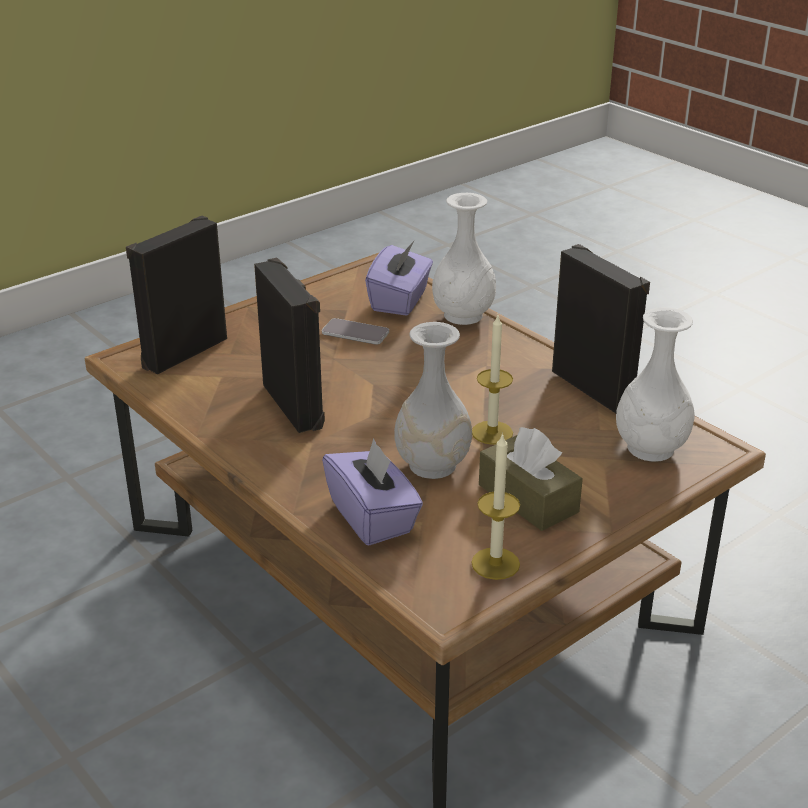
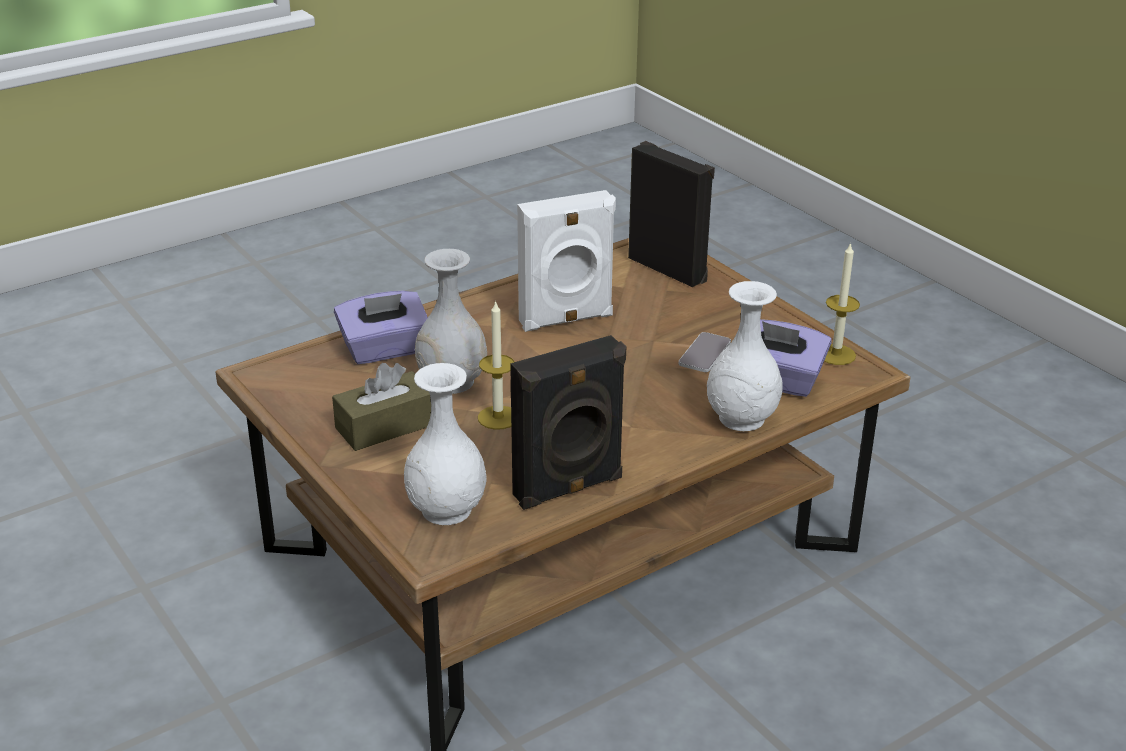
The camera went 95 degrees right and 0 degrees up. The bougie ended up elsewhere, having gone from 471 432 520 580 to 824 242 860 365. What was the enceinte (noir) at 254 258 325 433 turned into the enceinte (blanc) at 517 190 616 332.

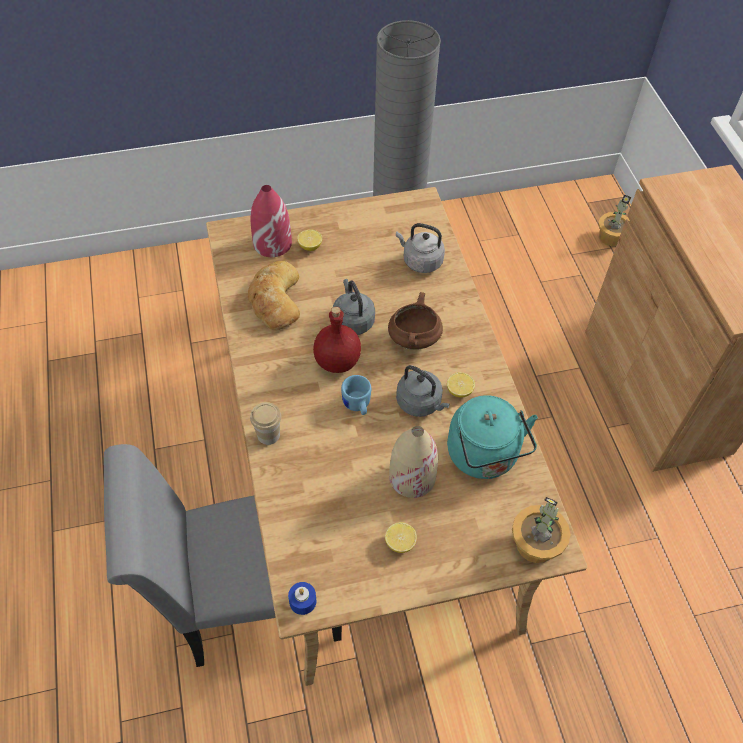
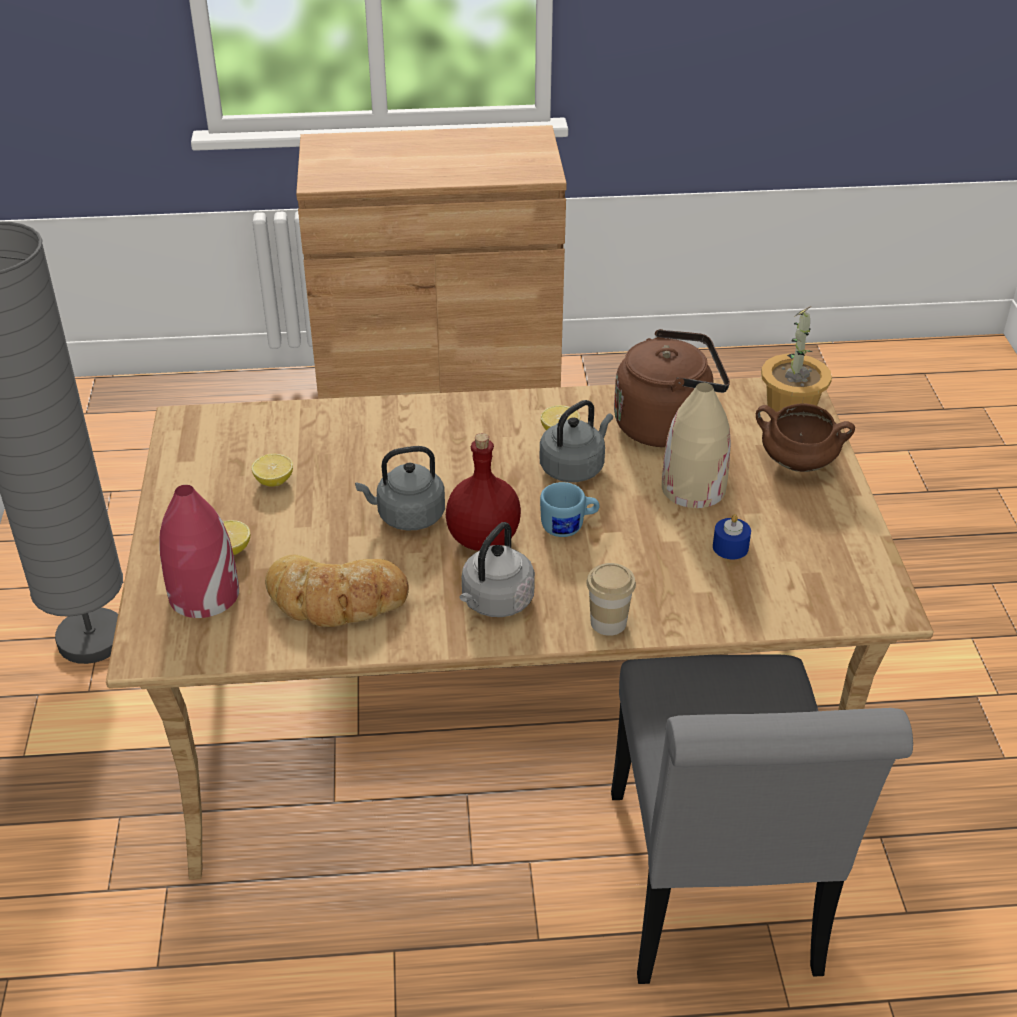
The camera went 80 degrees left and 15 degrees down. The second view lost the plante en pot at 598 194 631 246. The bougie (bleu) ended up elsewhere, having gone from 288 582 316 615 to 713 514 751 559. The citron ended up elsewhere, having gone from 385 522 417 553 to 252 454 293 487. The marmite (marron) ended up elsewhere, having gone from 388 292 443 350 to 756 404 855 472. The bouilloire (gris) ended up elsewhere, having gone from 396 223 445 273 to 459 522 535 617. What was the bouilloire (turquoise) at 447 395 538 479 turned into the bouilloire (marron) at 614 329 730 447.

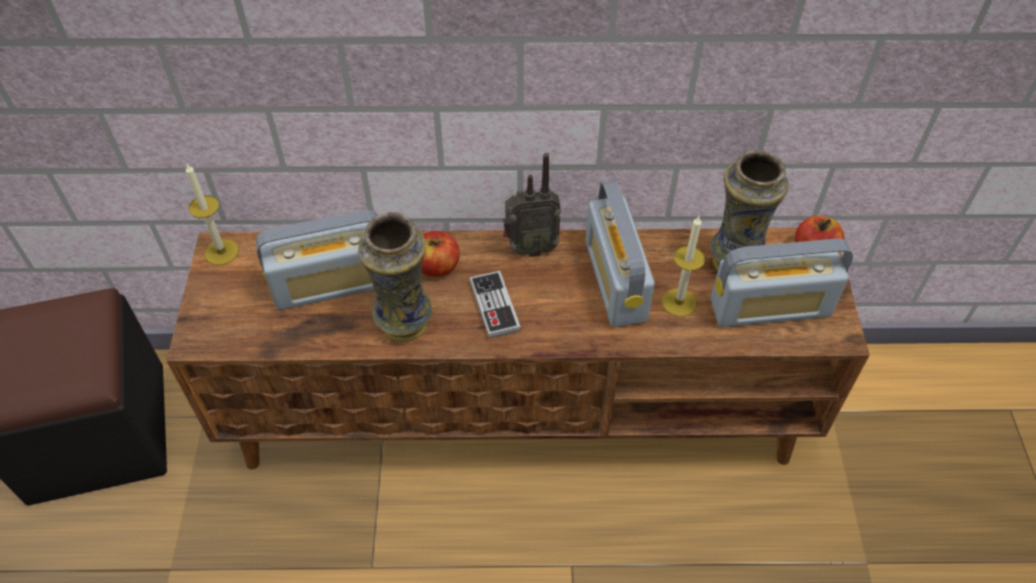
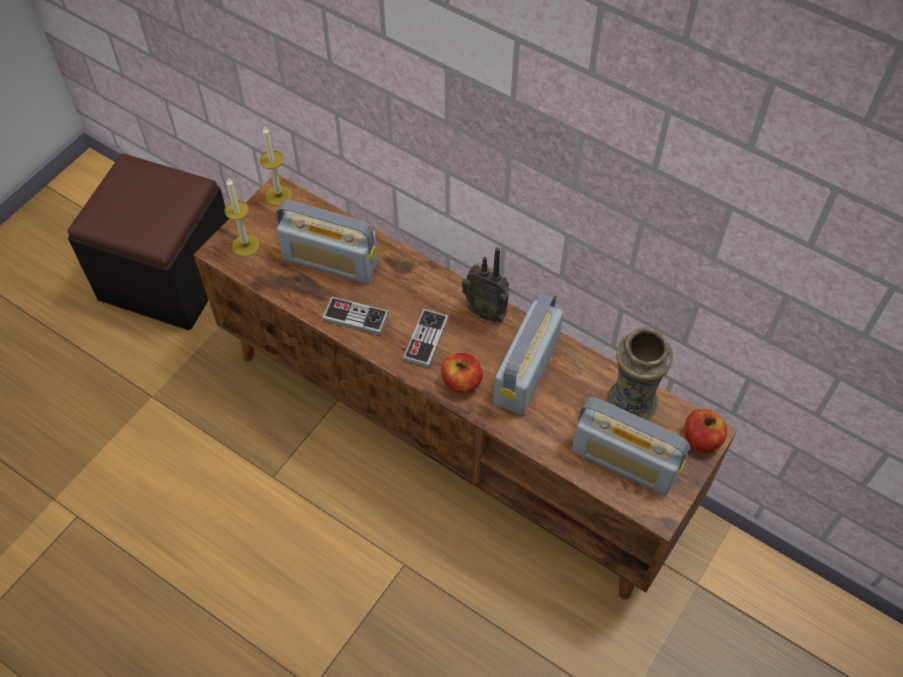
The camera went 35 degrees right and 5 degrees up. The pomme ended up elsewhere, having gone from 421 231 460 277 to 441 353 483 393. The bougie ended up elsewhere, having gone from 662 216 705 317 to 224 178 260 257. Where the vase stood at 358 212 432 342, the manette came to stand at 322 297 389 335.

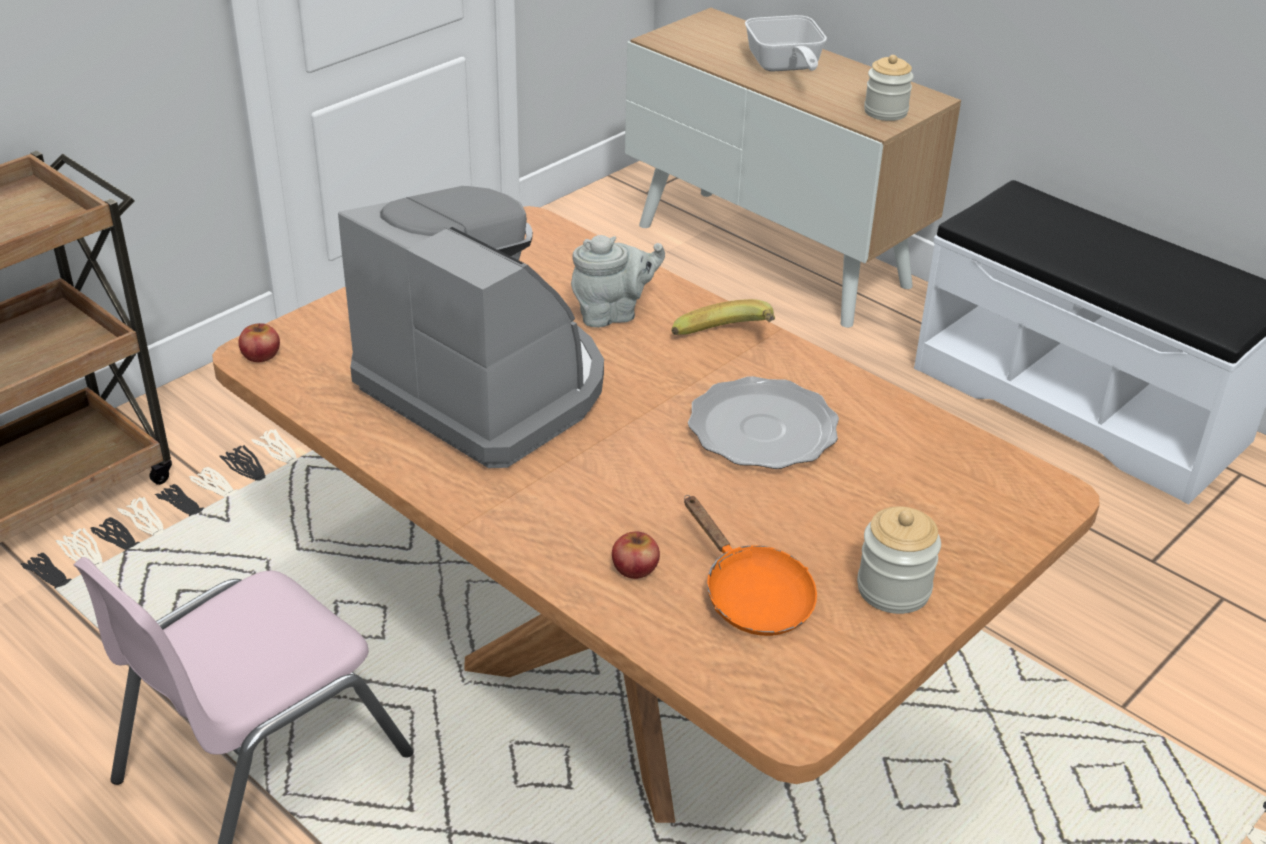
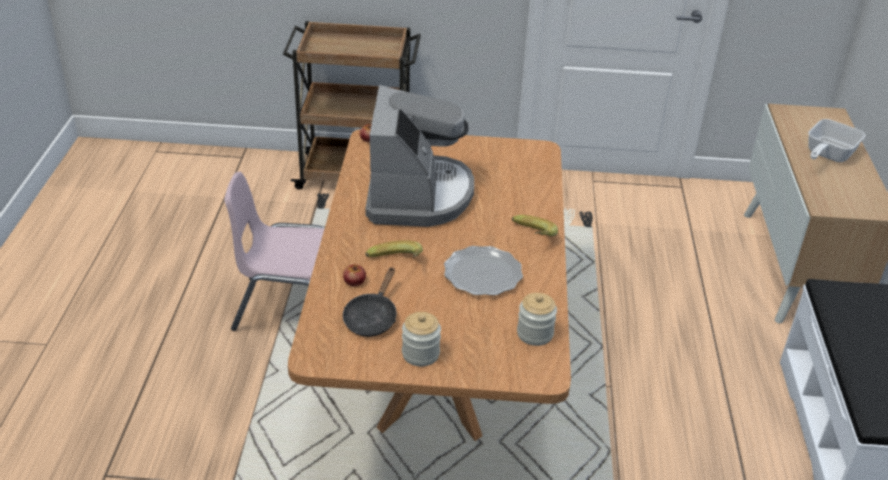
The camera went 50 degrees right and 0 degrees up. The second view lost the théière (gris) at 571 235 665 328. The second view gained the banane at 365 240 423 257. The bocal ended up elsewhere, having gone from 864 55 914 121 to 517 293 557 346. What was the poêle (orange) at 684 495 817 636 turned into the poêle (noir) at 343 267 397 337.

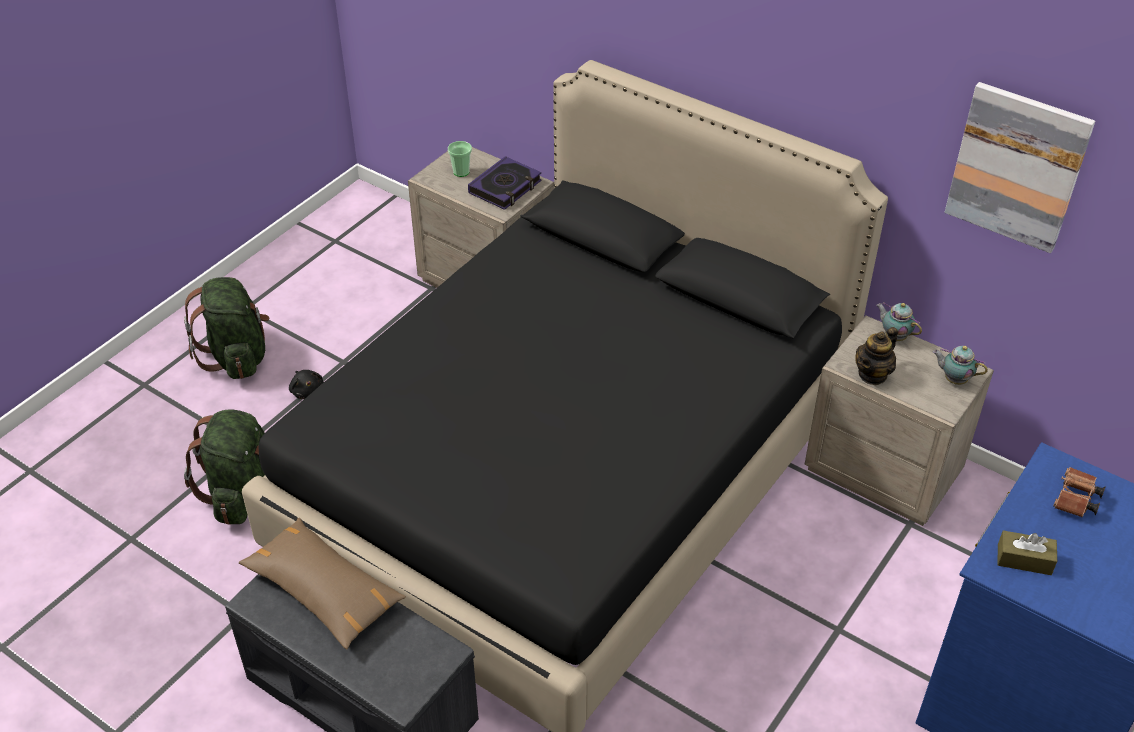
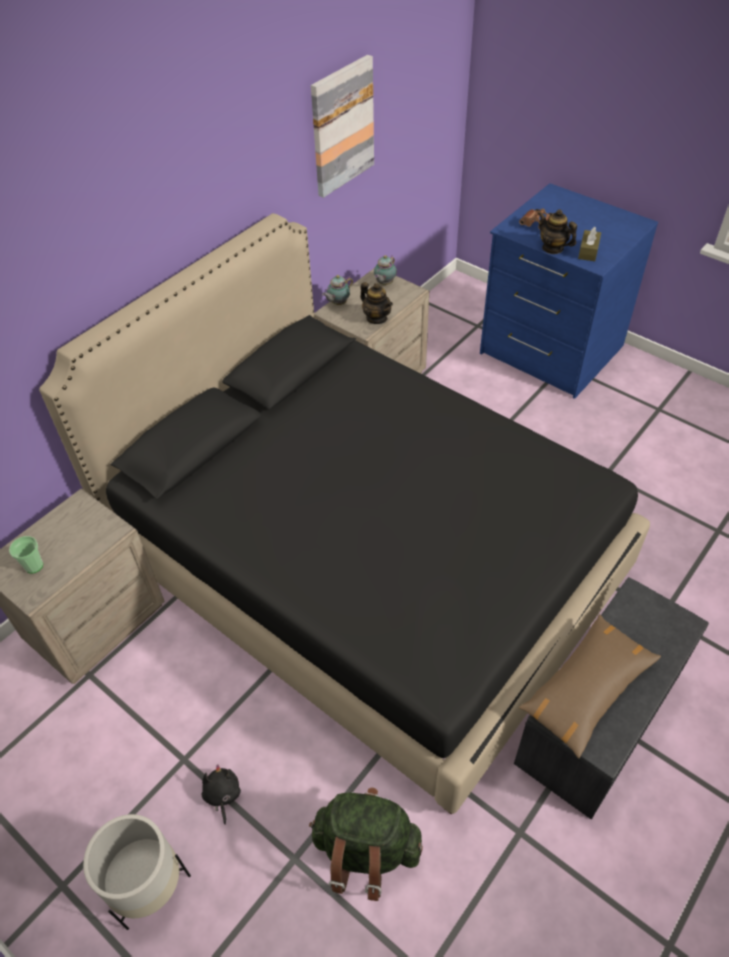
The camera went 85 degrees left and 5 degrees up. The second view lost the livre at 468 156 542 210. The second view gained the théière at 538 209 577 254. Where the sac à dos (vert) stood at 184 277 269 379, the cache-pot (blanc) came to stand at 83 814 191 930. The peluche (noir) at 289 370 323 399 ended up facing another way, 75 degrees counterclockwise from before.

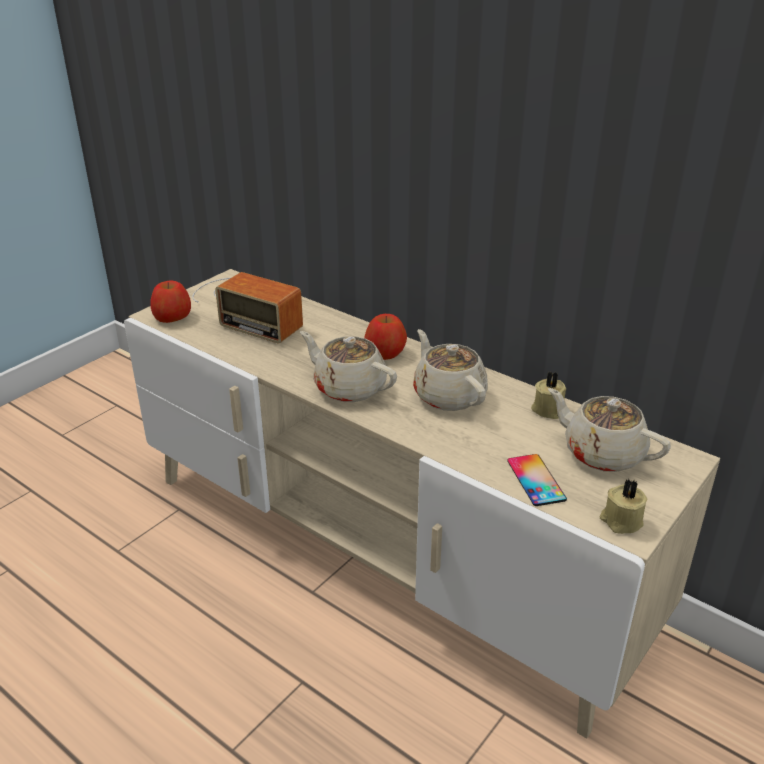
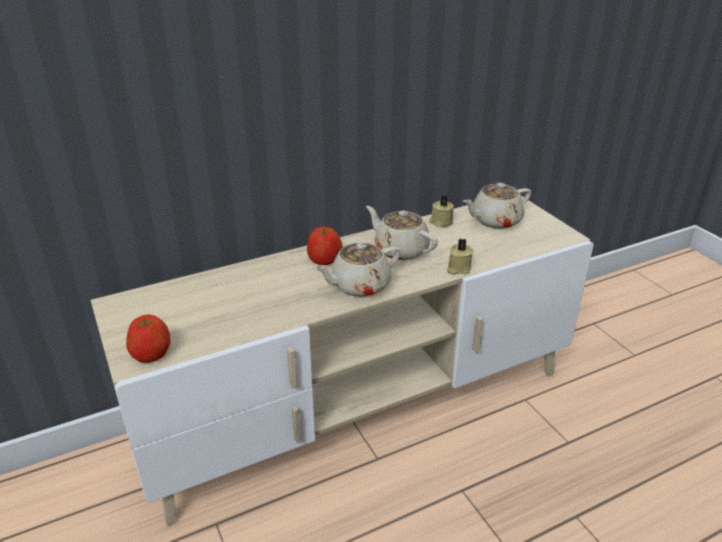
The camera went 65 degrees left and 0 degrees up. The second view lost the radio at 192 272 303 344. The second view lost the téléphone at 507 454 567 506. The bougie (beige) ended up elsewhere, having gone from 600 479 648 534 to 447 239 474 274. The théière (beige) at 413 329 488 411 ended up facing another way, 45 degrees clockwise from before.

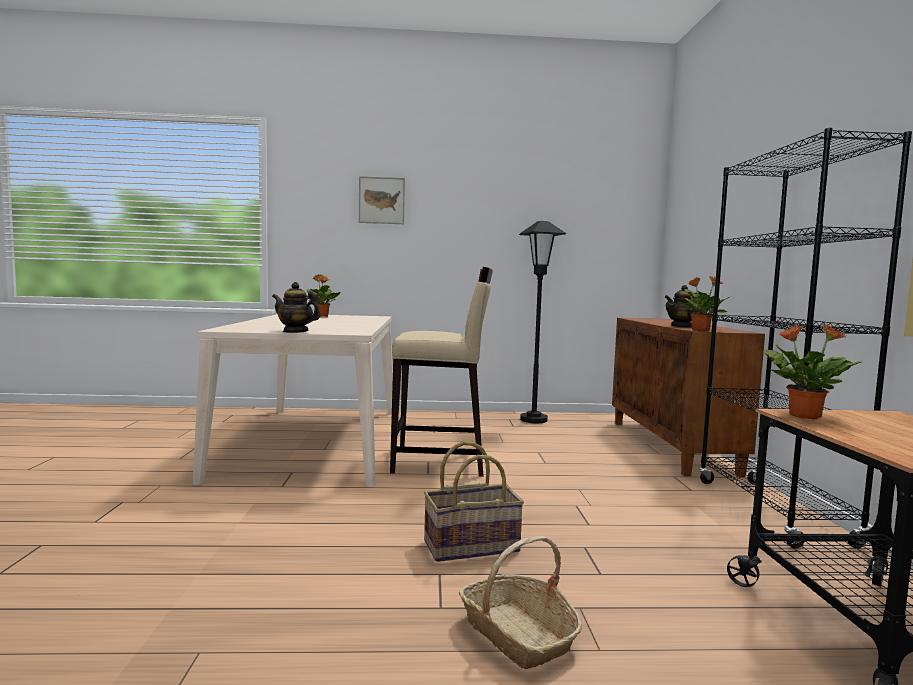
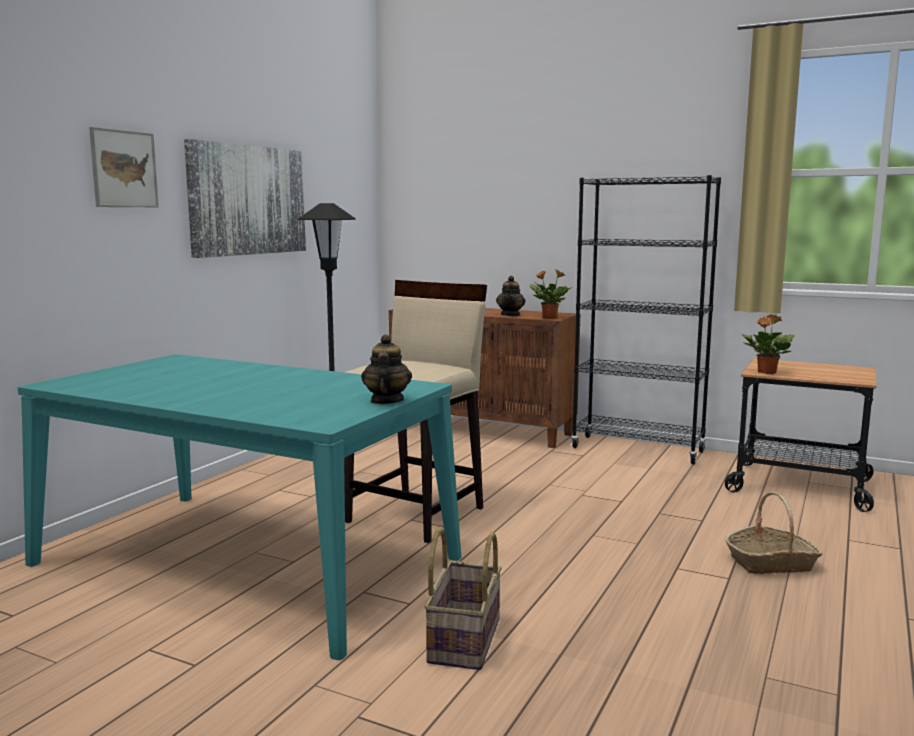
The camera went 60 degrees left and 5 degrees up. The second view lost the plante en pot at 307 274 341 317. The second view gained the tableau at 184 139 306 258. The panier ended up elsewhere, having gone from 424 441 524 562 to 424 527 502 670. What was the table à manger (beige) at 192 314 393 487 turned into the table à manger (turquoise) at 18 354 462 660. The théière at 272 282 321 333 ended up facing another way, 135 degrees clockwise from before.

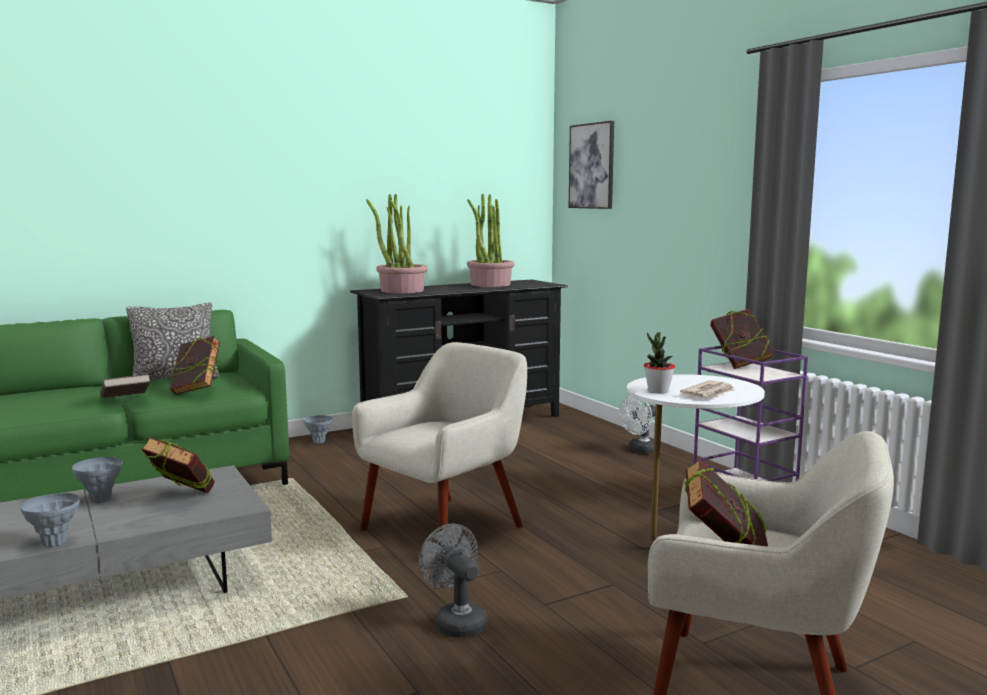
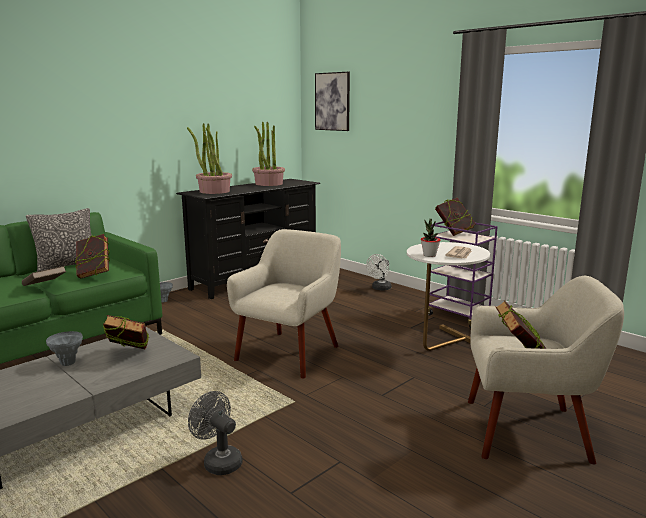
The camera went 15 degrees left and 5 degrees up. The second view lost the vase (gris) at 21 493 80 547. The ventilateur (gris) ended up elsewhere, having gone from 419 524 487 637 to 188 391 243 475.

